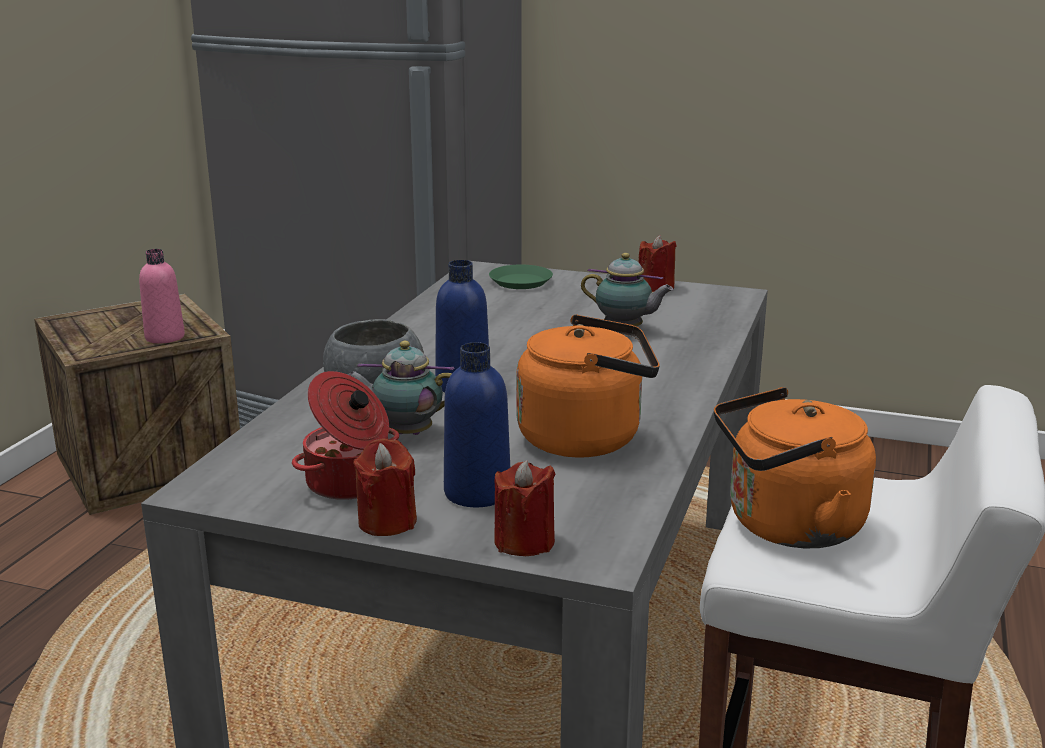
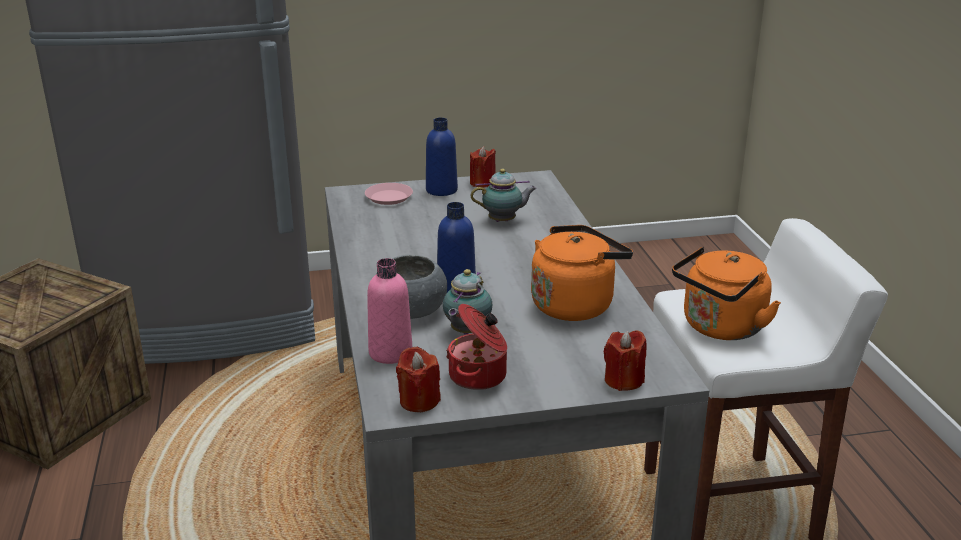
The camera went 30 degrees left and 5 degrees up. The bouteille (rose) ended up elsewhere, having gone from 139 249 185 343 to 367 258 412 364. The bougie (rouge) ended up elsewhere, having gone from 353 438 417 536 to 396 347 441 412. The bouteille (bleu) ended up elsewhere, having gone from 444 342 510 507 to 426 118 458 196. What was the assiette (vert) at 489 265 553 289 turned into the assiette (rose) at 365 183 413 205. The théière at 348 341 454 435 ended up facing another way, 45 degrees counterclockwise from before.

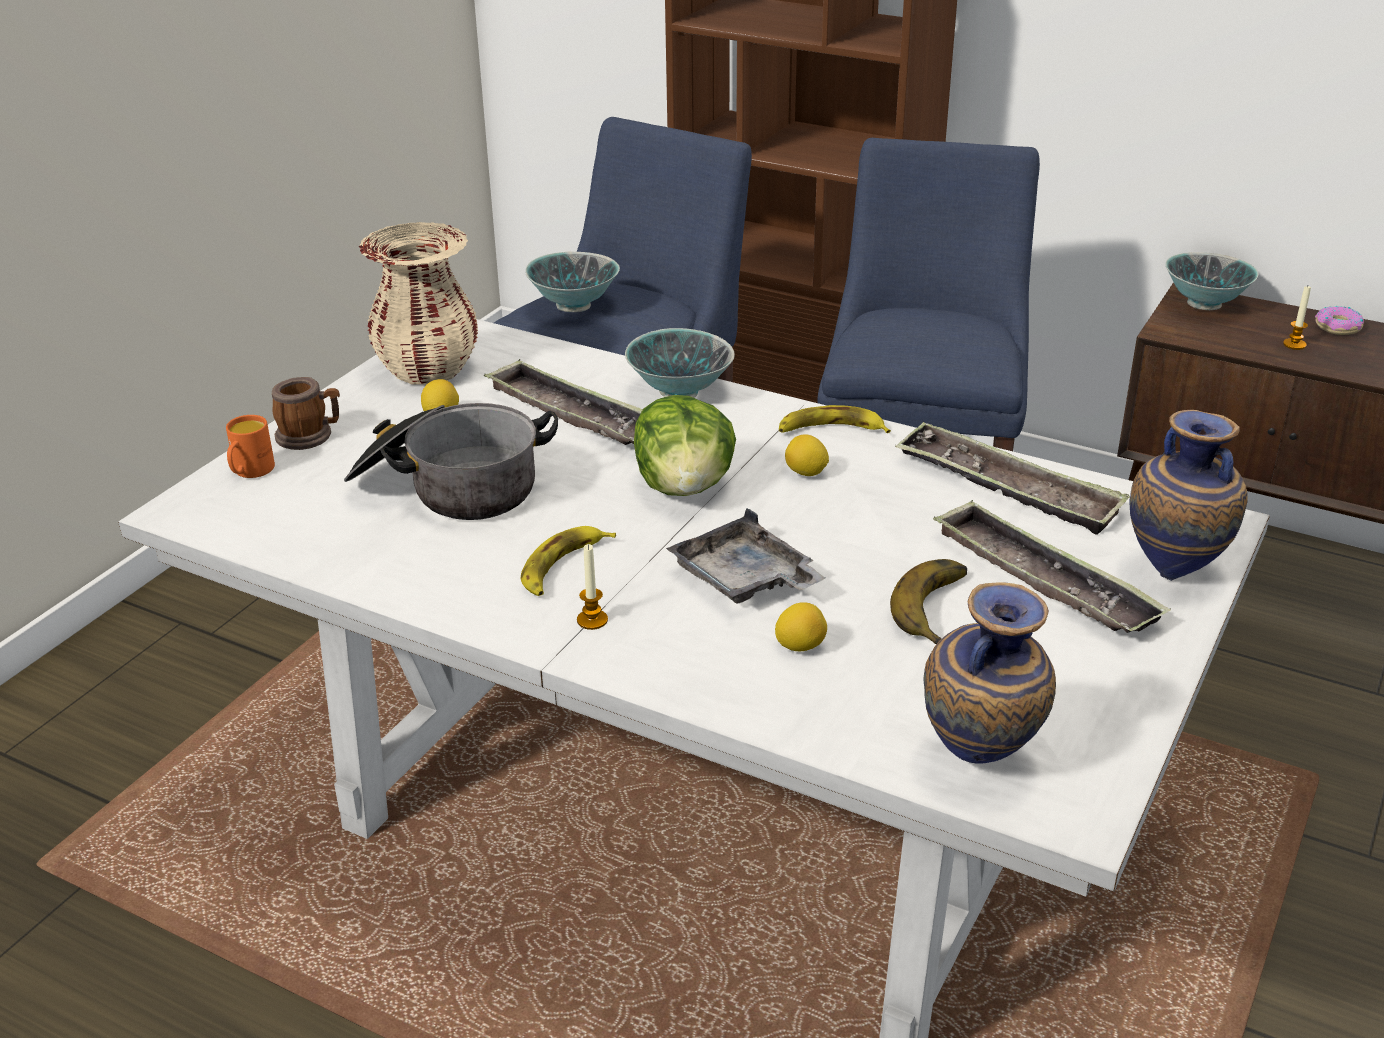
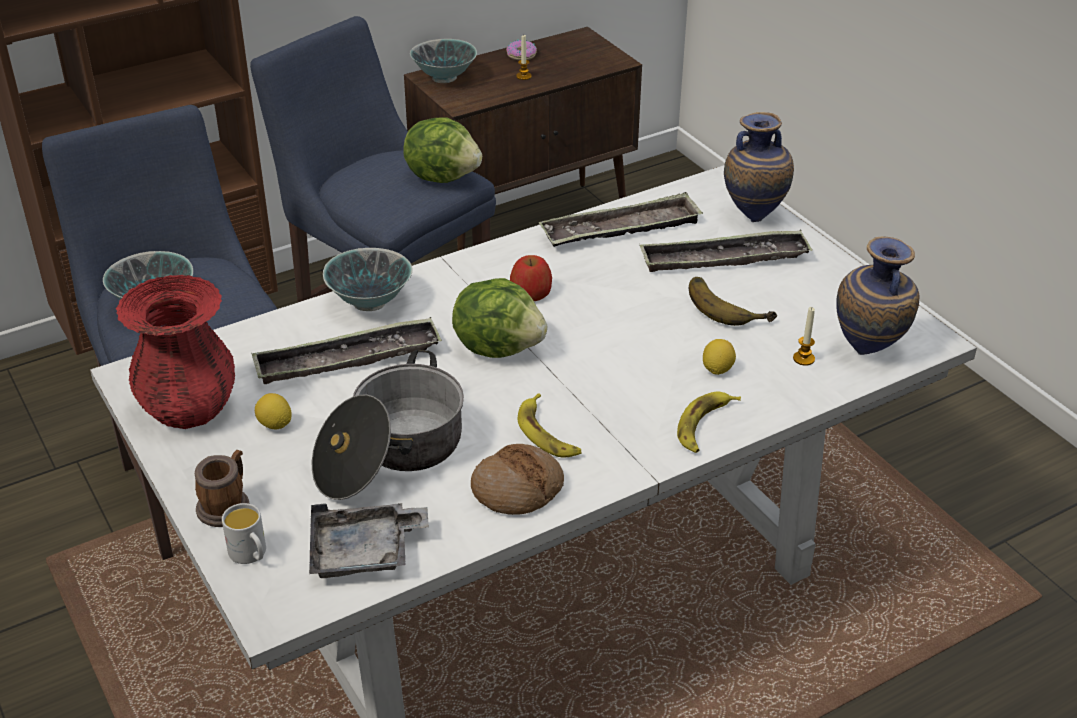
The camera went 60 degrees left and 5 degrees up. The second view gained the laitue at 403 117 482 183. The second view gained the pain at 471 444 564 515. The bougie ended up elsewhere, having gone from 577 544 608 630 to 793 307 815 366. The plateau (gris) ended up elsewhere, having gone from 666 508 826 604 to 309 503 429 578. The banane ended up elsewhere, having gone from 779 405 891 433 to 677 392 741 453. Where the citron stood at 785 434 829 476, the pomme came to stand at 510 255 552 301. What was the mug (orange) at 226 415 275 478 turned into the mug (blanc) at 222 503 266 564. What was the vase (beige) at 359 222 478 384 turned into the vase (rouge) at 116 275 235 429.

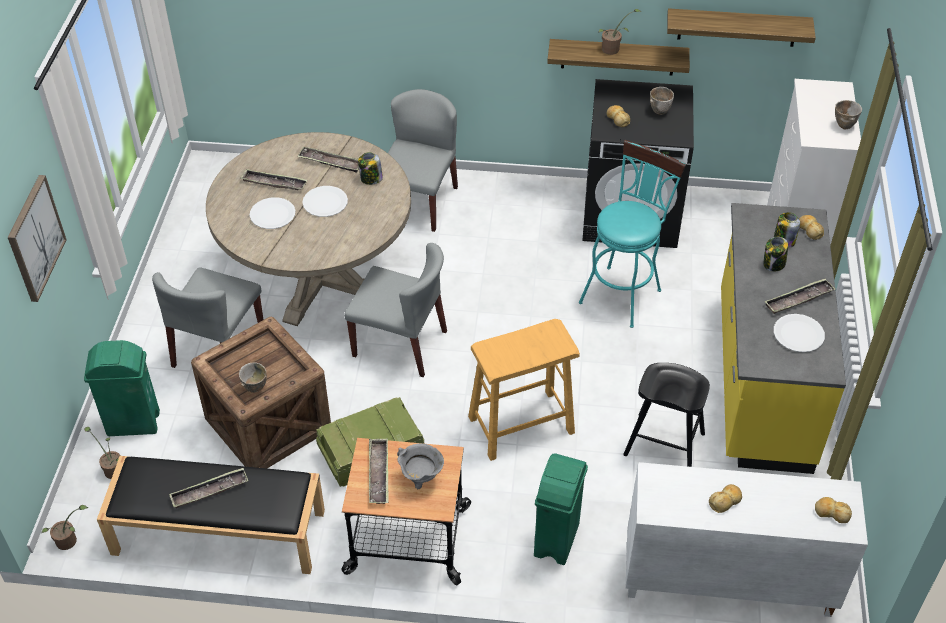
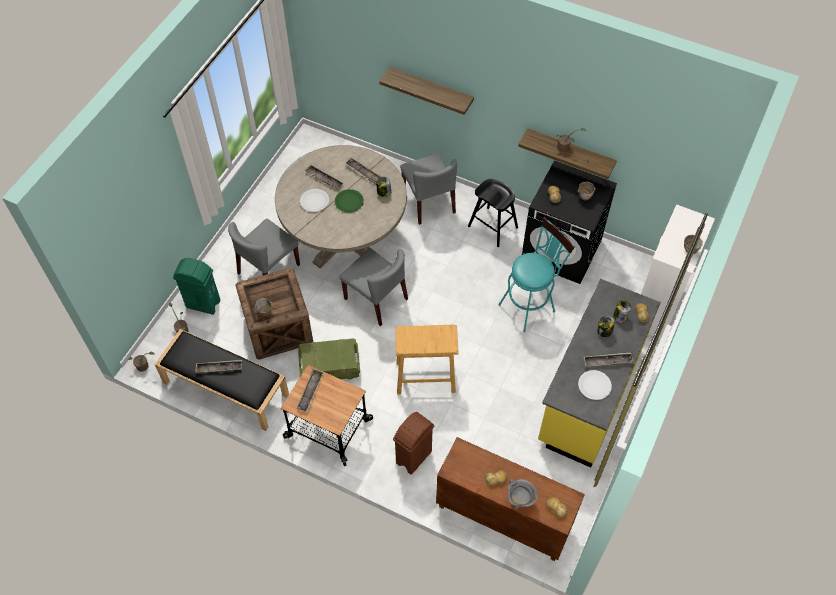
The camera went 20 degrees right and 10 degrees up. The second view lost the tableau at 8 175 67 302. The marmite (gris) ended up elsewhere, having gone from 397 443 444 489 to 508 479 538 509. The tabouret (noir) ended up elsewhere, having gone from 623 363 710 467 to 468 179 518 247. The étagère ended up elsewhere, having gone from 667 8 816 47 to 379 67 474 115. What was the assiette (blanc) at 302 186 348 217 turned into the assiette (vert) at 335 189 364 213. What was the poubelle (vert) at 534 453 588 565 turned into the poubelle (marron) at 393 412 434 475. What was the meuble de rangement (blanc) at 626 462 868 617 turned into the meuble de rangement (marron) at 436 437 585 561. The chaise (gris) at 388 89 458 232 ended up facing another way, 120 degrees clockwise from before.

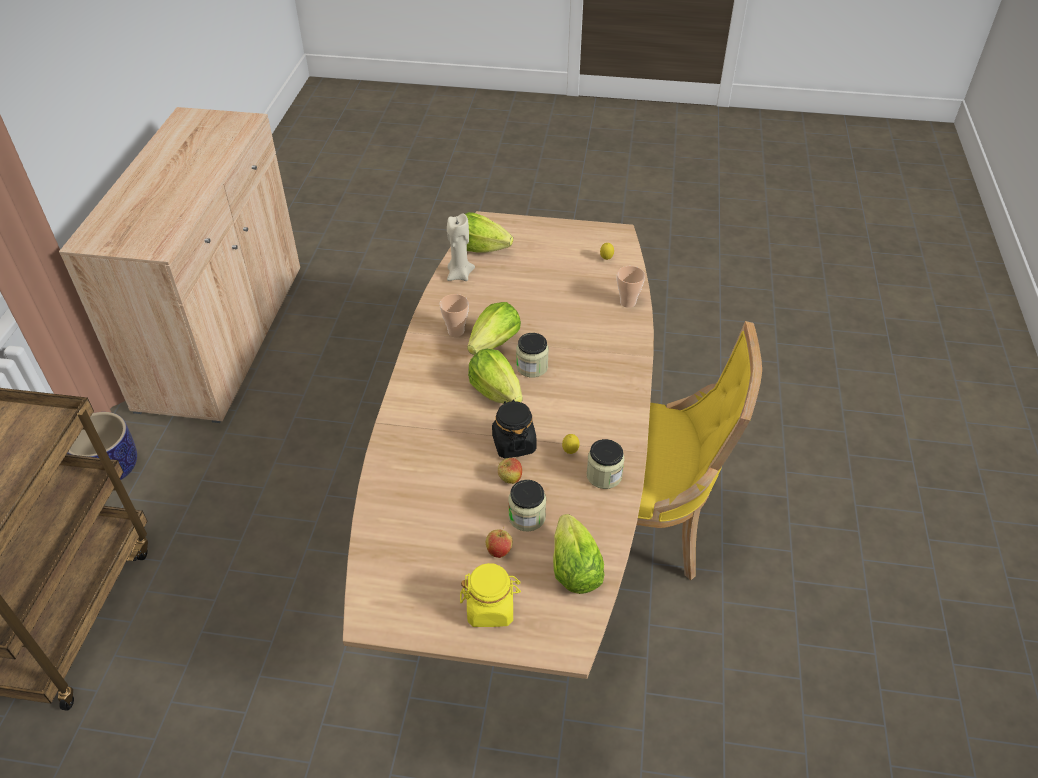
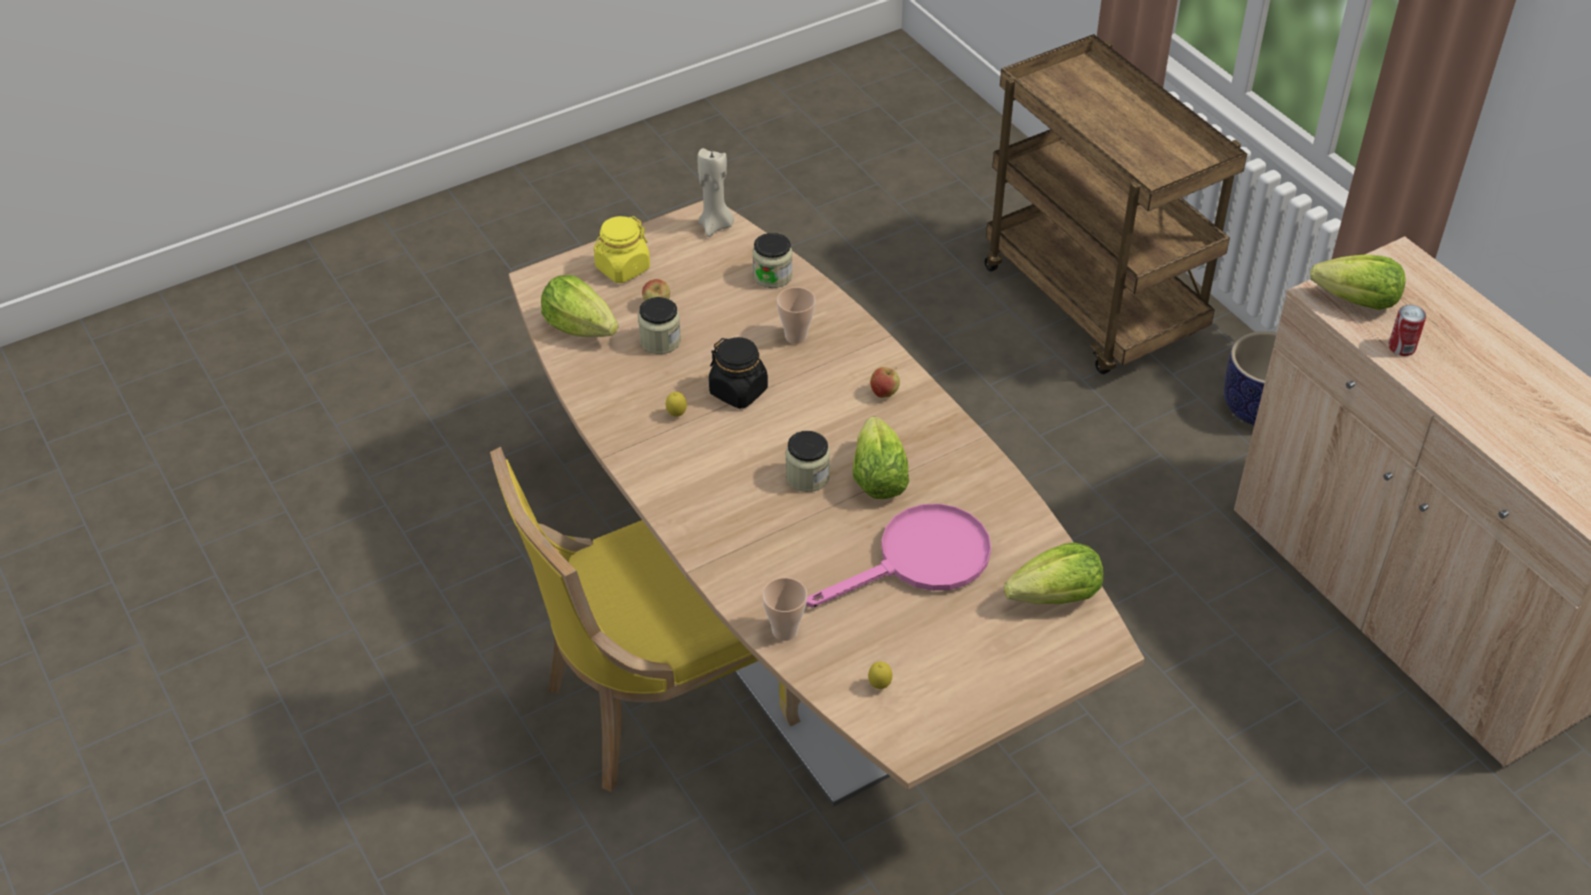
The camera went 140 degrees right and 0 degrees up. The second view gained the poêle (rose) at 806 504 991 607. The second view gained the boîte métallique at 1389 305 1426 356. The tasse ended up elsewhere, having gone from 440 294 469 337 to 777 287 816 344. The bougie (beige) ended up elsewhere, having gone from 447 214 475 281 to 698 148 734 237. The laitue ended up elsewhere, having gone from 468 349 523 404 to 1310 254 1406 310. The pomme ended up elsewhere, having gone from 498 458 522 484 to 870 367 900 398. The bocal ended up elsewhere, having gone from 587 439 625 489 to 752 233 792 288.

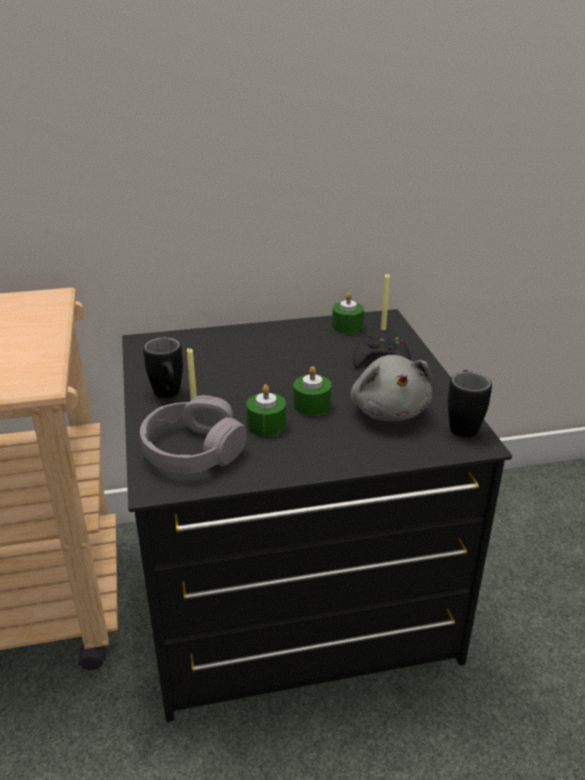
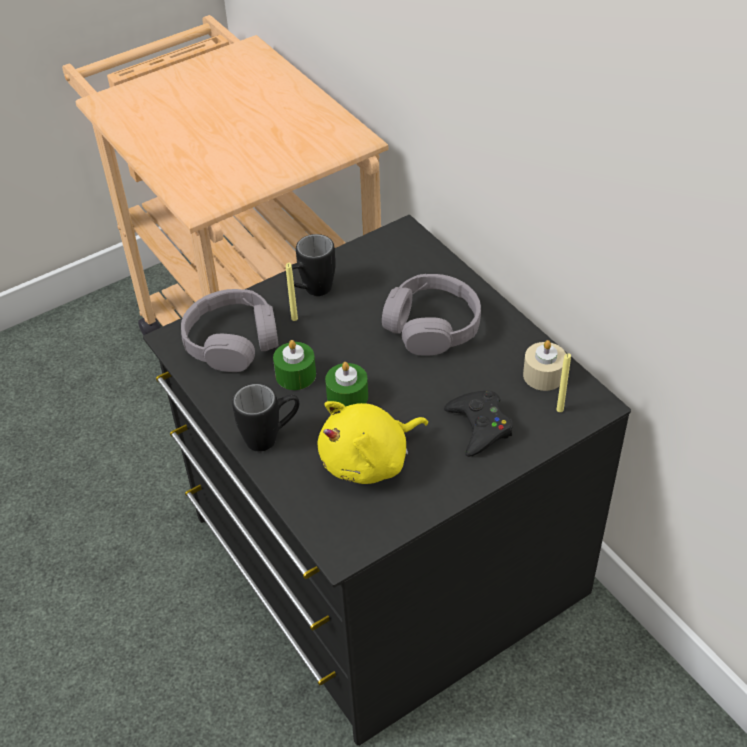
The camera went 70 degrees right and 15 degrees up. The second view gained the casque audio (gris) at 382 274 481 355. The mug (noir) ended up elsewhere, having gone from 448 370 492 438 to 232 384 299 452. What was the bougie (vert) at 332 292 364 334 turned into the bougie (beige) at 523 340 566 391. What was the peluche (gris) at 350 355 432 422 turned into the peluche (jaune) at 318 401 428 484.

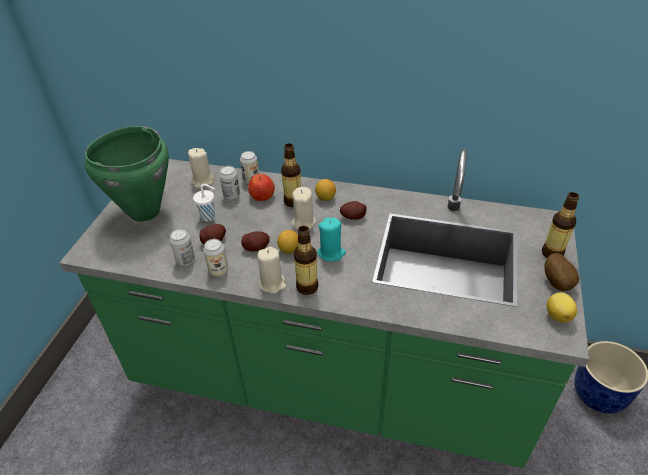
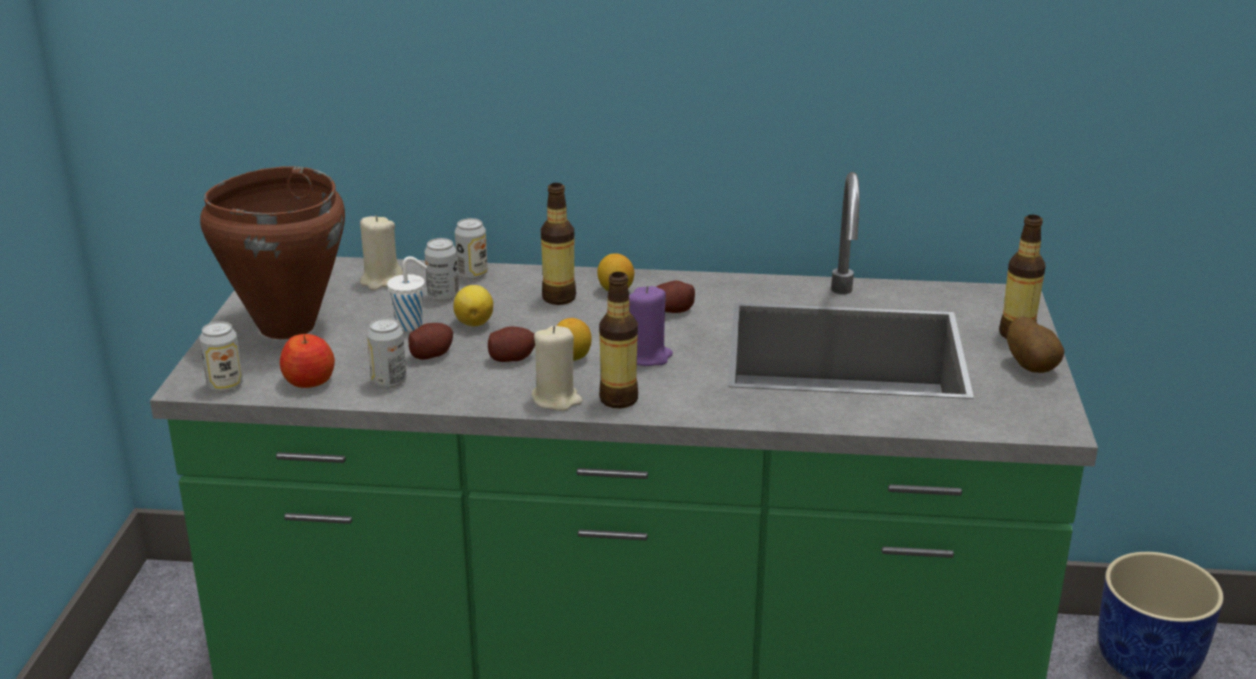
The camera went 10 degrees left and 15 degrees down. The second view lost the bougie (beige) at 292 187 316 230. The boîte métallique ended up elsewhere, having gone from 203 239 228 276 to 200 321 243 392. The pomme ended up elsewhere, having gone from 248 174 275 201 to 280 334 335 388. The citron ended up elsewhere, having gone from 547 292 577 323 to 453 285 493 326. What was the marmite (vert) at 85 126 169 222 turned into the marmite (marron) at 200 166 345 339. What was the bougie (turquoise) at 317 218 346 261 turned into the bougie (violet) at 629 286 673 366.

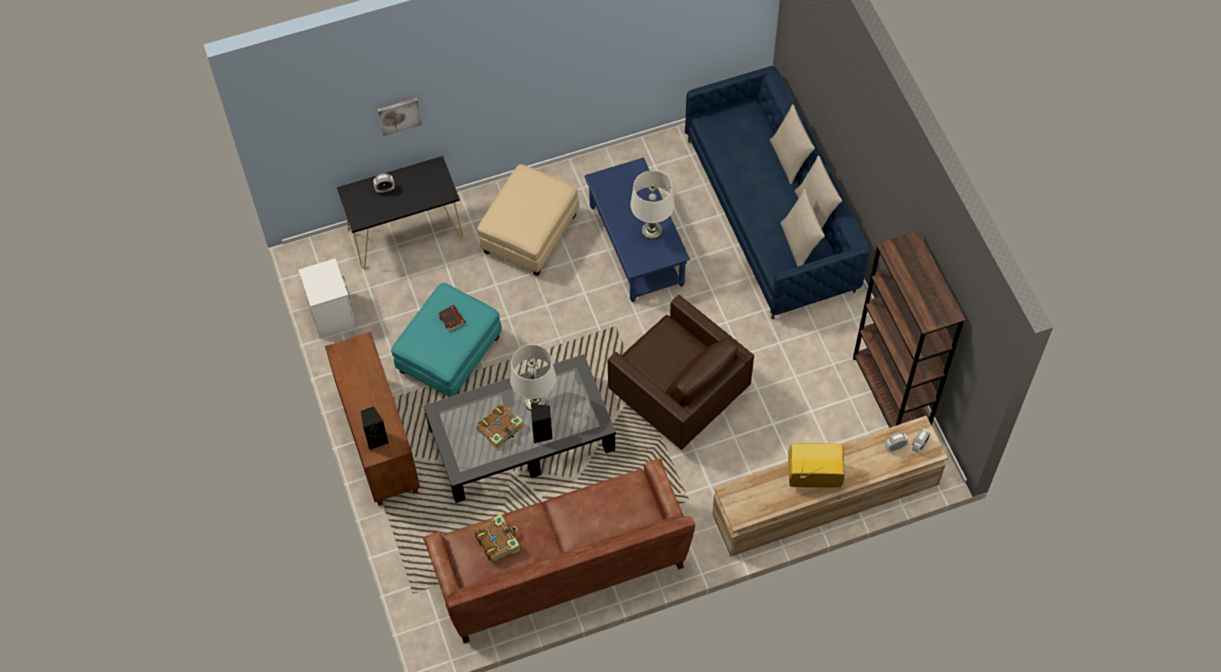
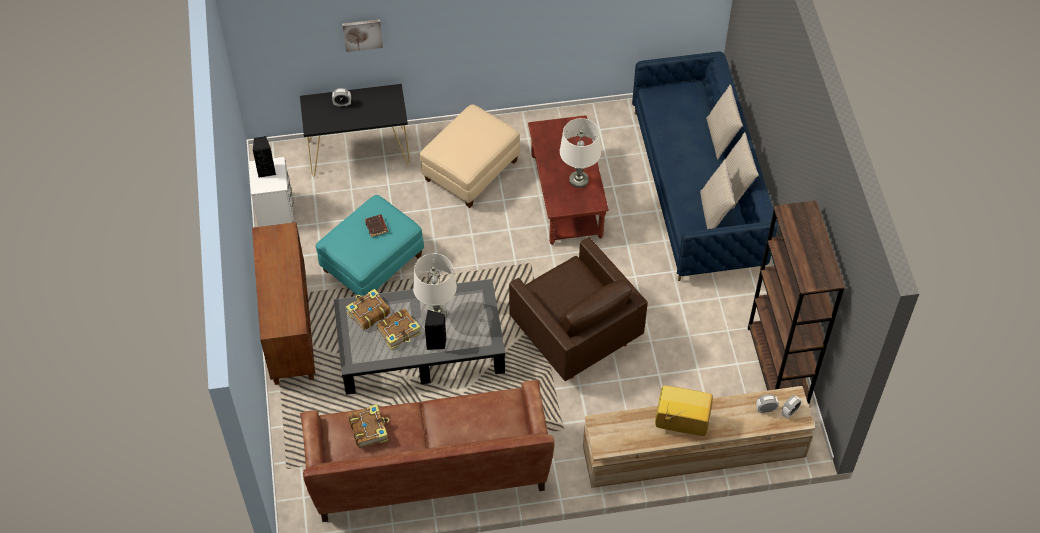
The camera went 10 degrees right and 5 degrees down. The second view gained the livre at 346 289 390 330. The enceinte (noir) ended up elsewhere, having gone from 361 407 389 450 to 253 136 276 178. What was the table basse (bleu) at 584 158 690 302 turned into the table basse (marron) at 528 115 609 245.

